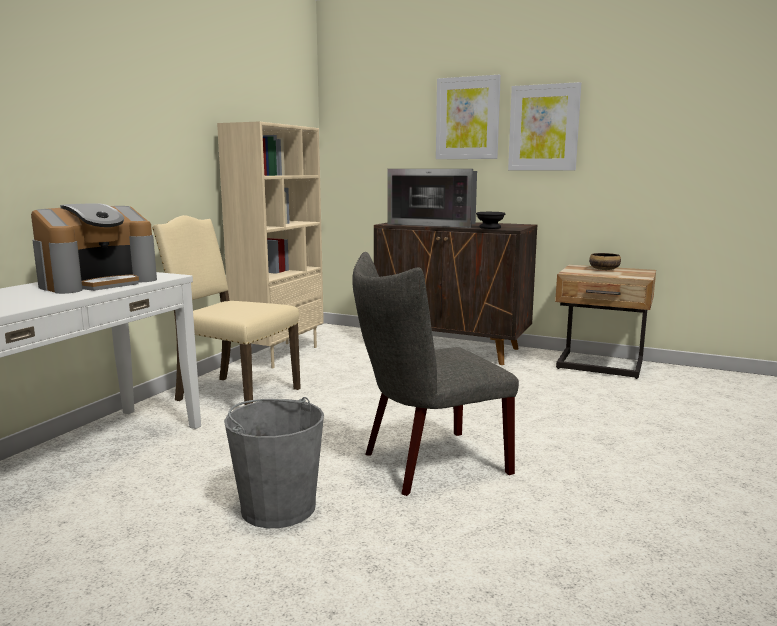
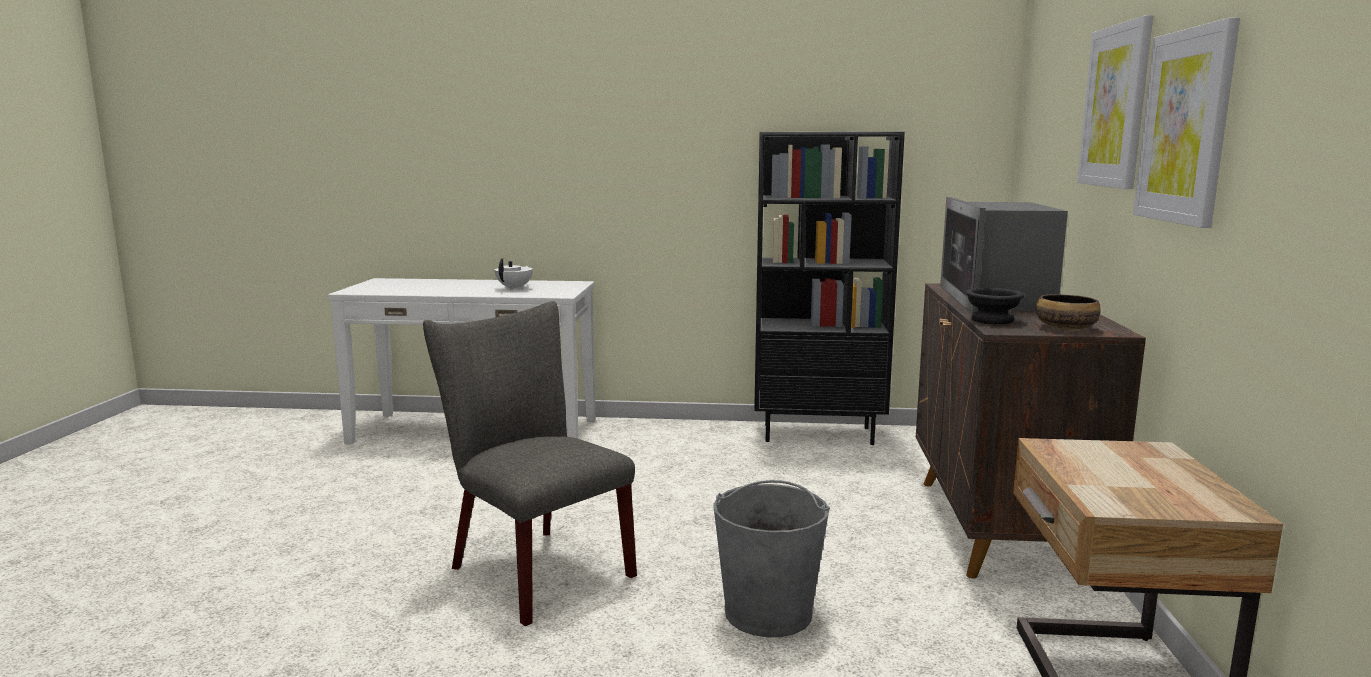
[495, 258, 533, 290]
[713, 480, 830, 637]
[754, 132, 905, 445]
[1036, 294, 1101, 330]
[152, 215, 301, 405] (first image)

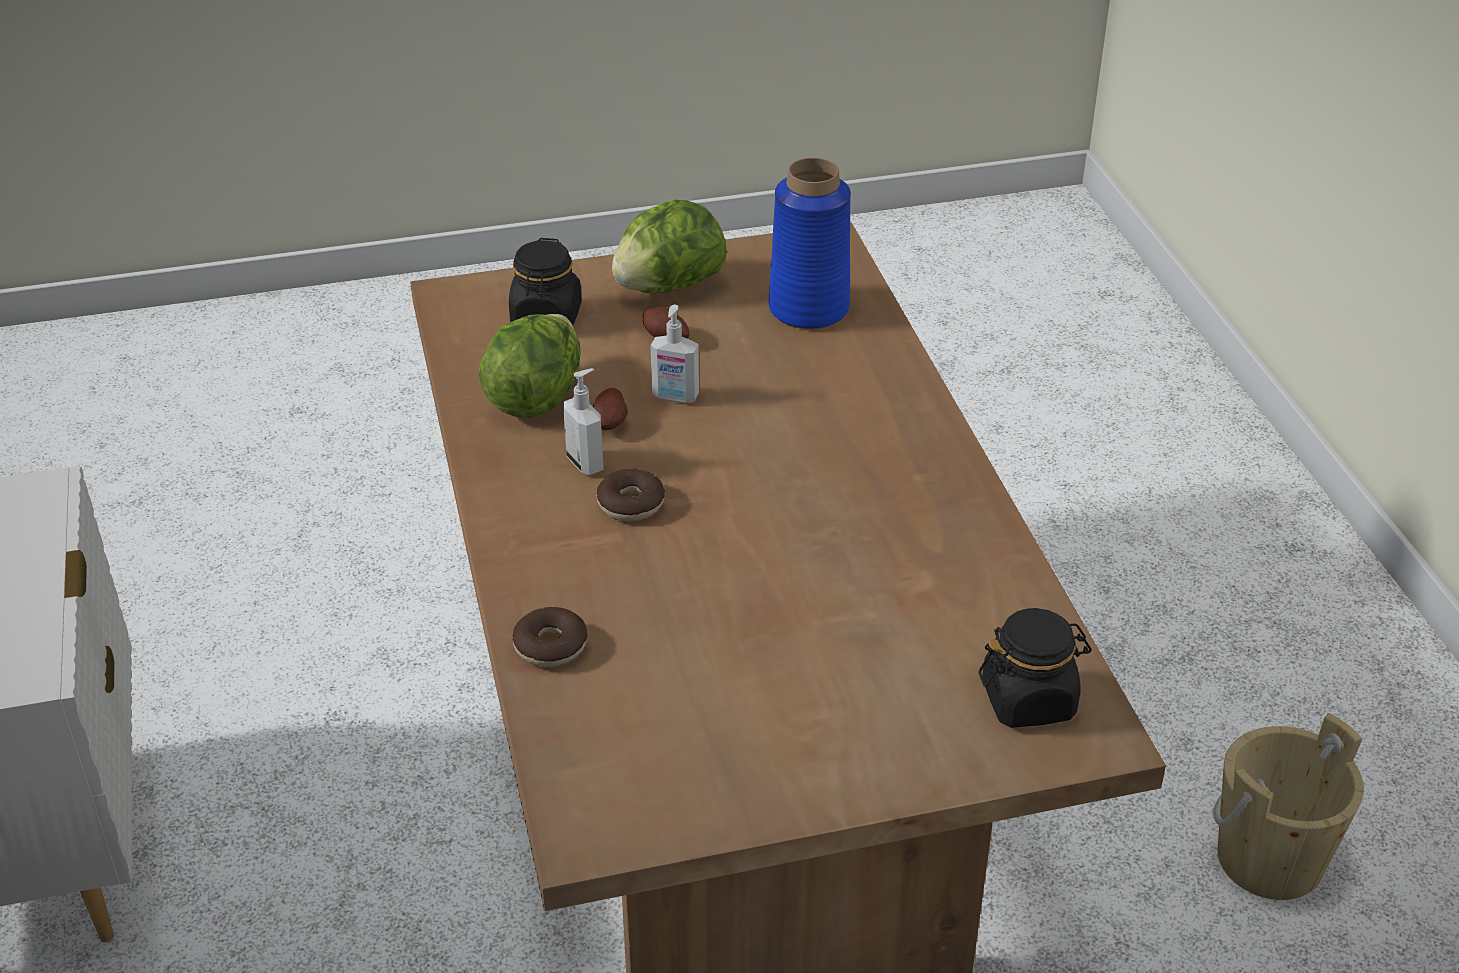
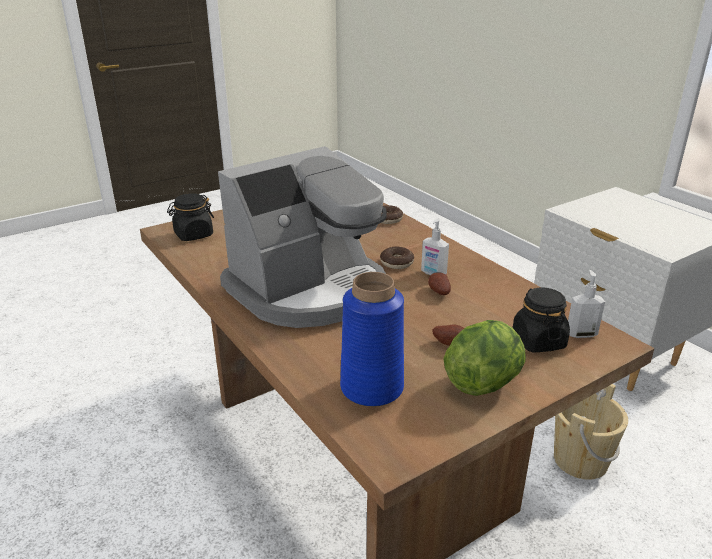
[218, 146, 387, 328]
[554, 384, 628, 480]
[568, 270, 605, 338]
[478, 314, 581, 418] (first image)

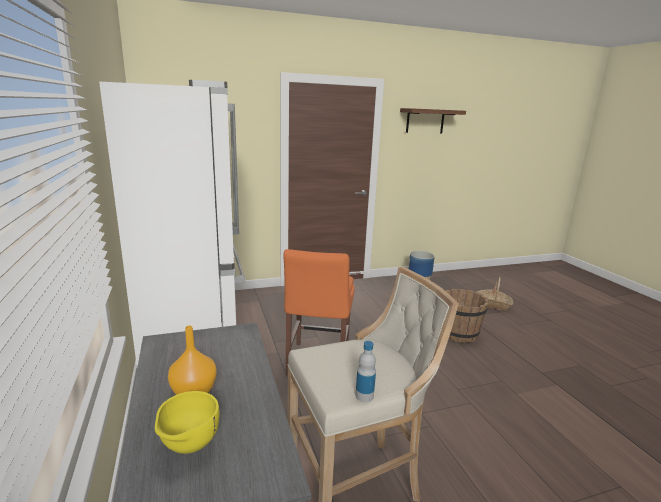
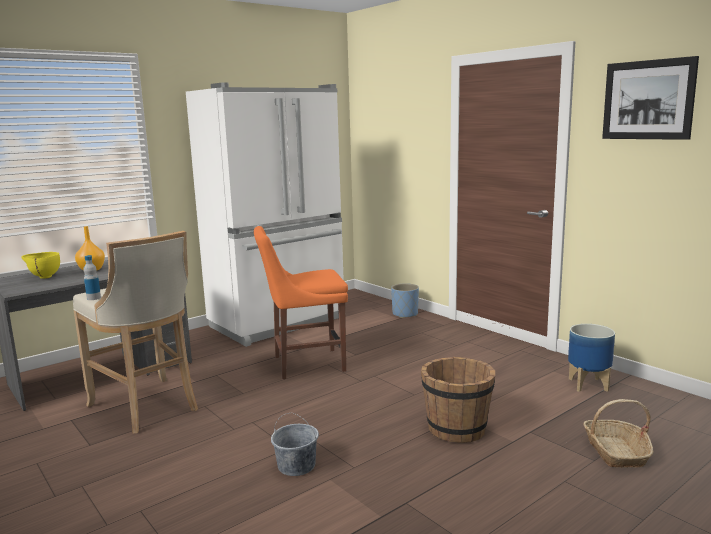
[271, 413, 319, 476]
[391, 283, 419, 318]
[602, 56, 699, 140]

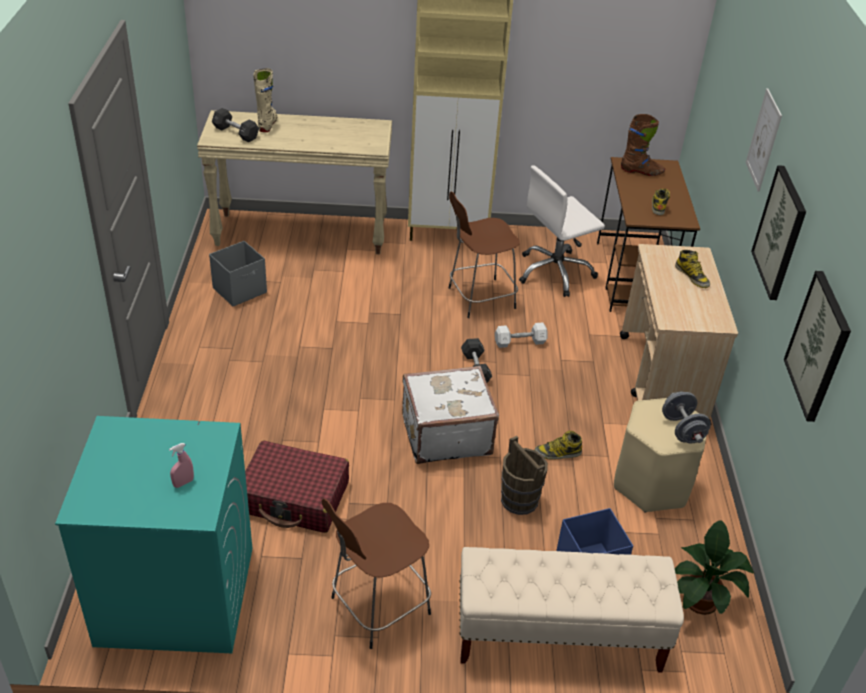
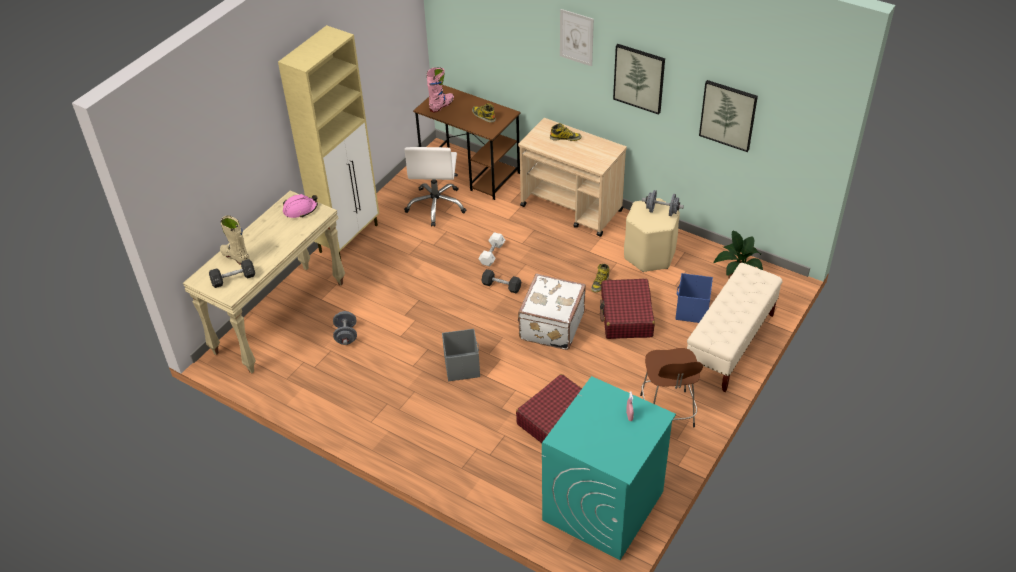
[283, 194, 318, 218]
[333, 311, 357, 345]
[427, 67, 454, 112]
[442, 329, 480, 381]
[600, 279, 655, 339]
[449, 192, 520, 318] (first image)

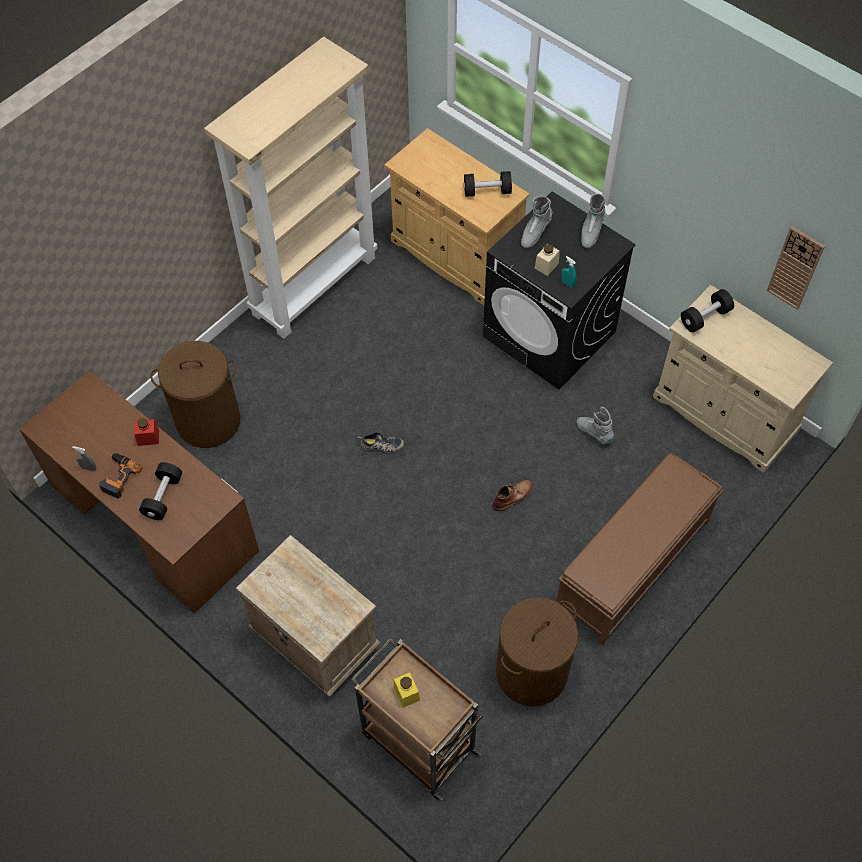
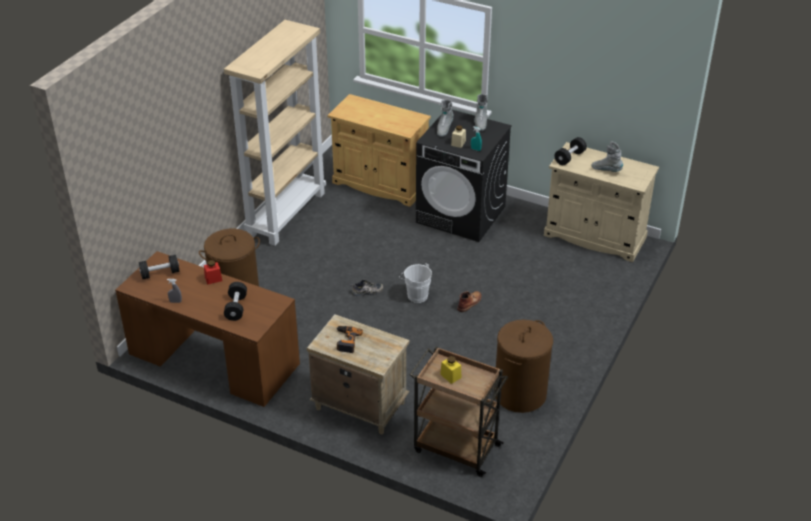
[139, 255, 179, 279]
[336, 326, 363, 353]
[399, 263, 432, 303]
[592, 141, 623, 172]
[556, 453, 723, 645] (first image)
[767, 226, 825, 310] (first image)

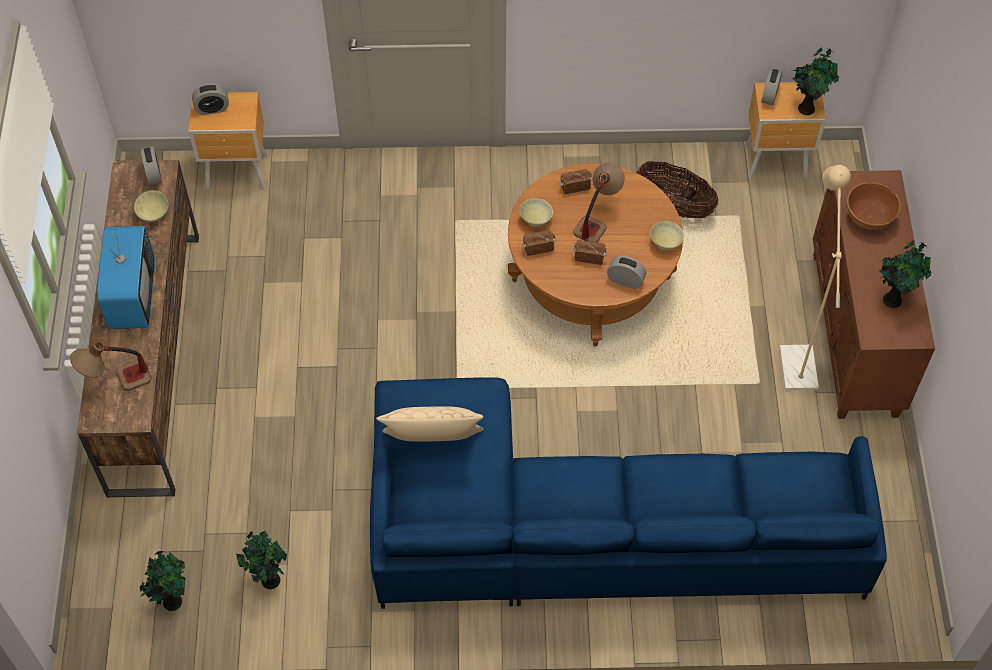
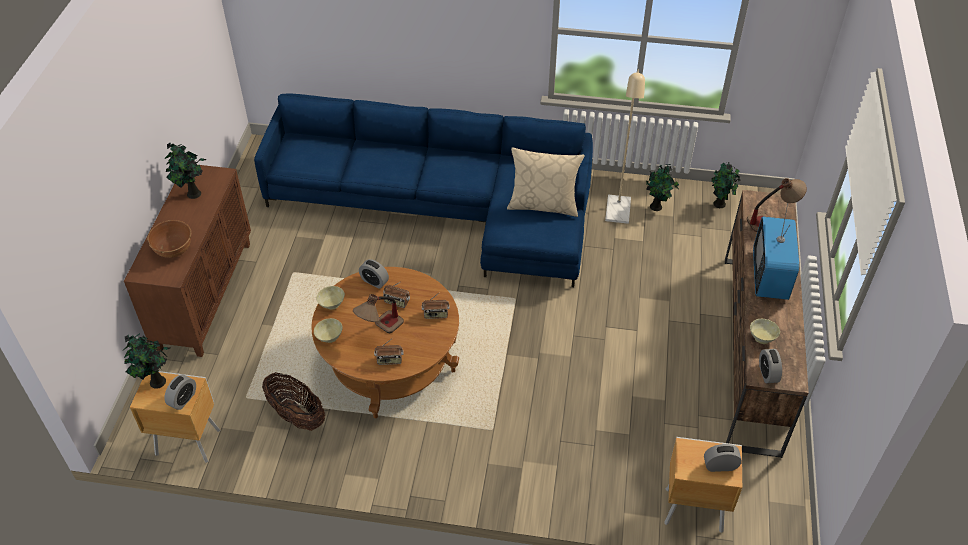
[314, 318, 343, 343]
[605, 70, 645, 224]

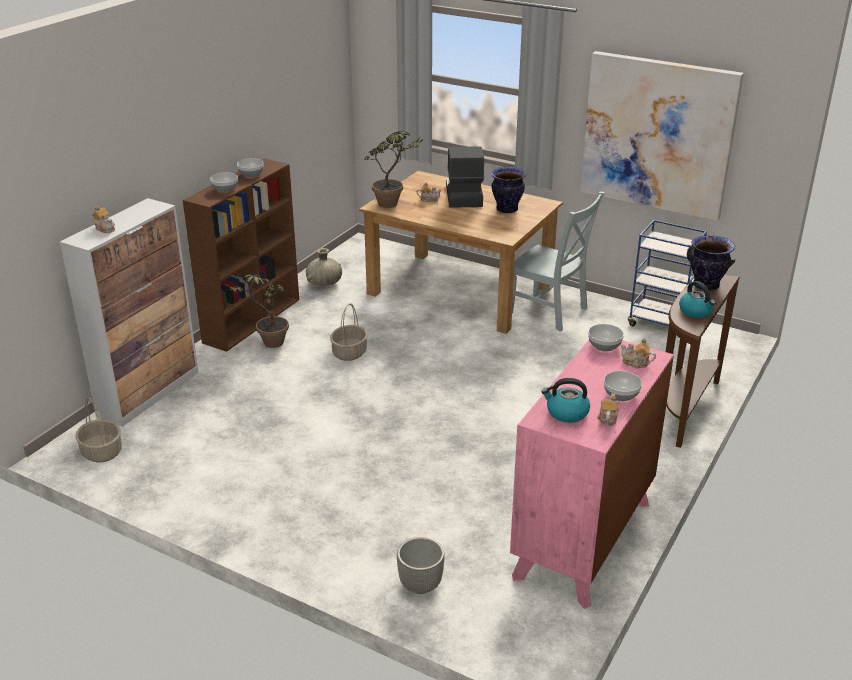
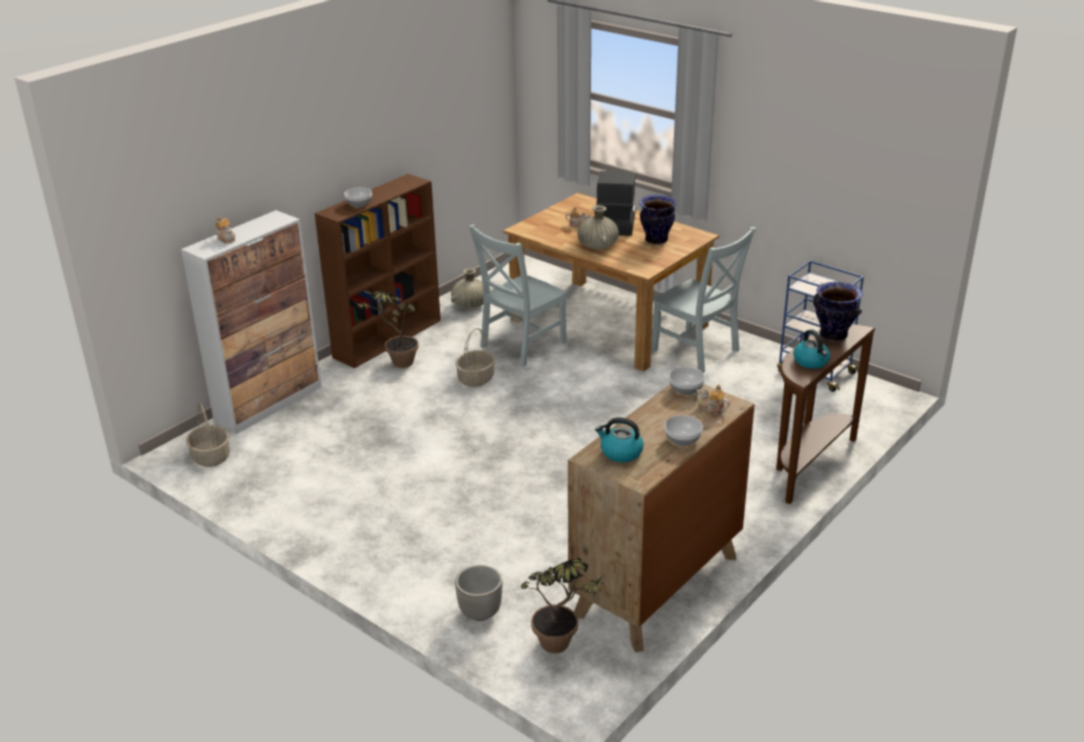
[469, 225, 567, 367]
[521, 558, 603, 653]
[568, 384, 754, 653]
[577, 205, 619, 250]
[237, 158, 264, 177] (first image)
[580, 51, 744, 221] (first image)
[597, 393, 619, 426] (first image)

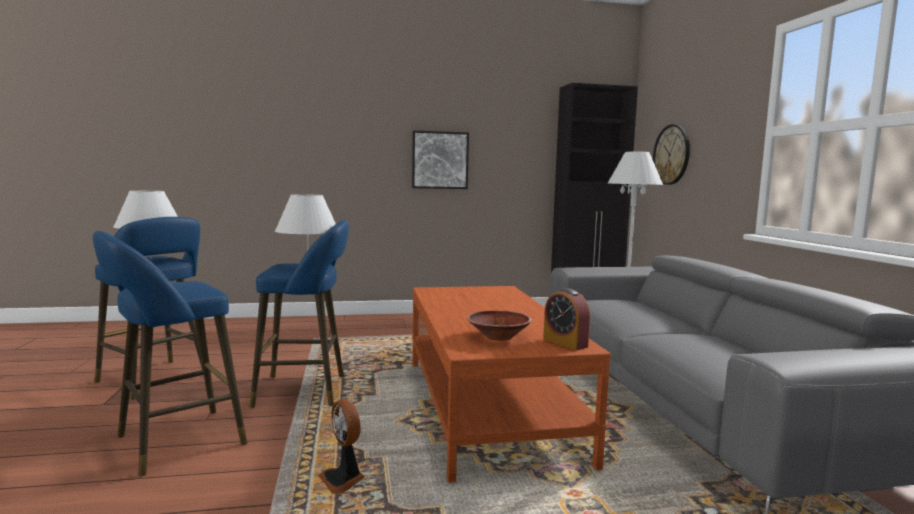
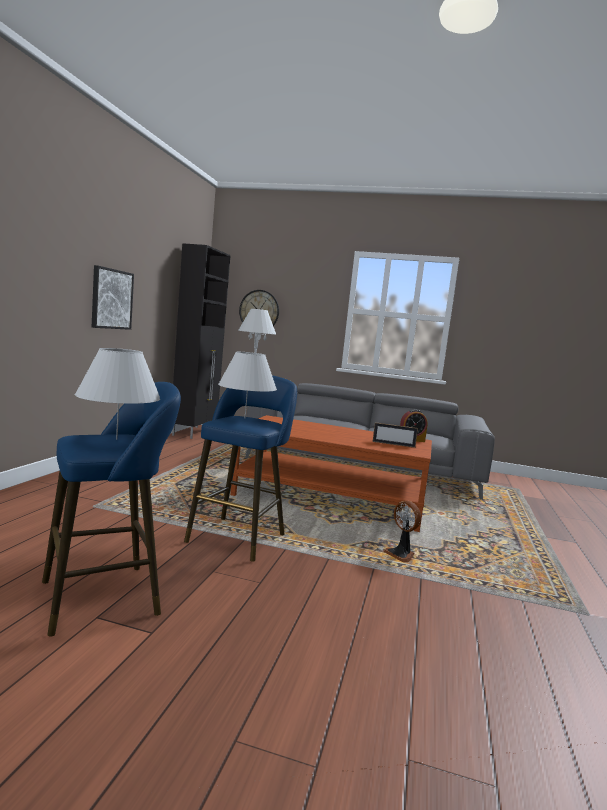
[373, 422, 418, 448]
[383, 501, 421, 562]
[93, 231, 247, 476] (first image)

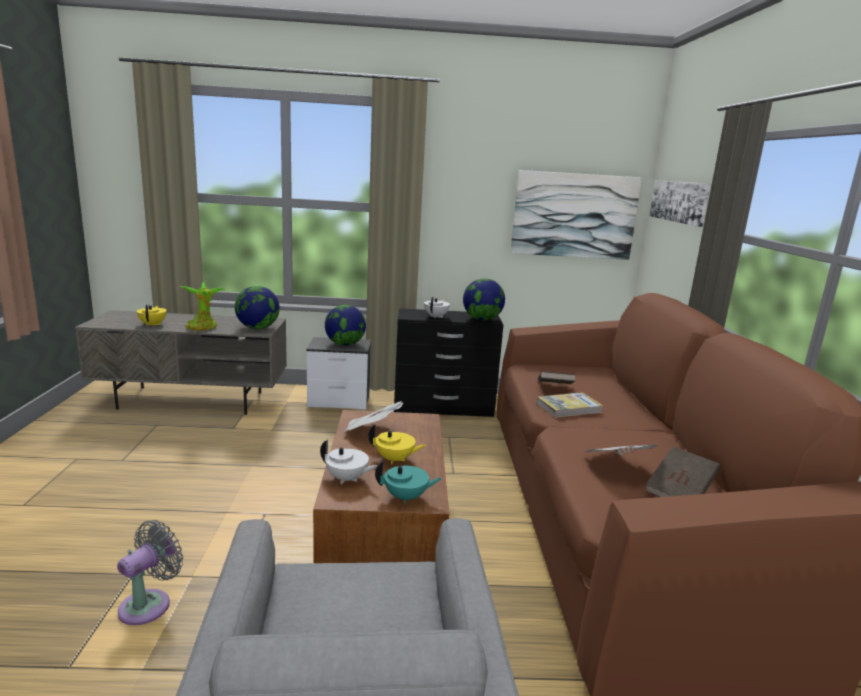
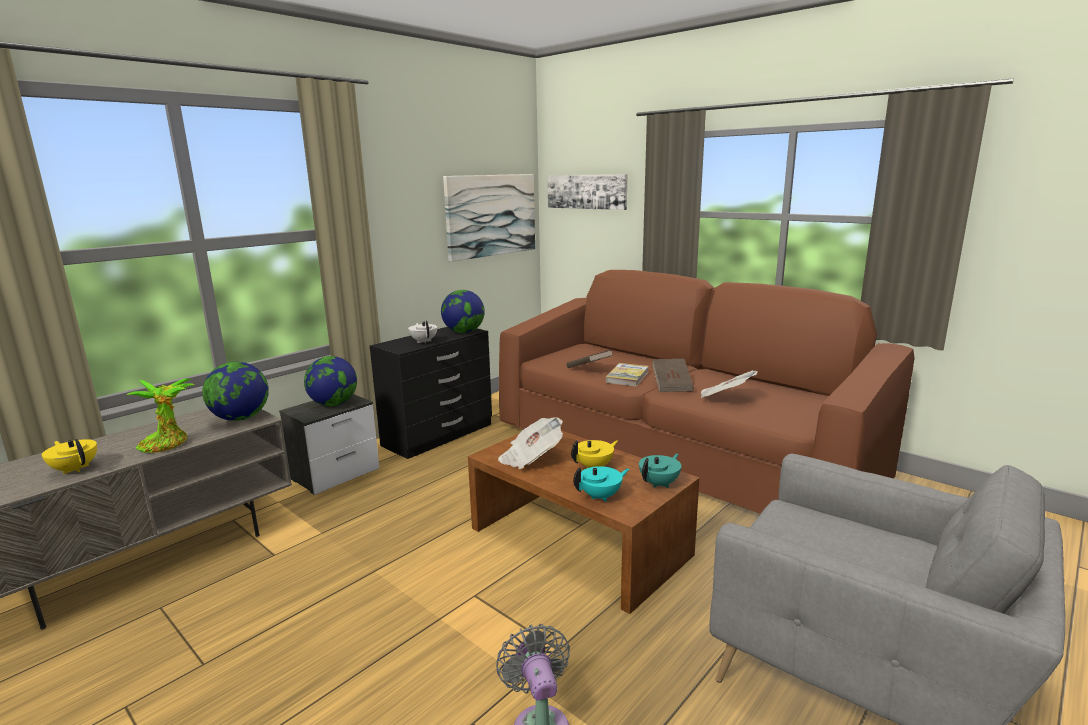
[573, 466, 629, 502]
[652, 359, 694, 392]

